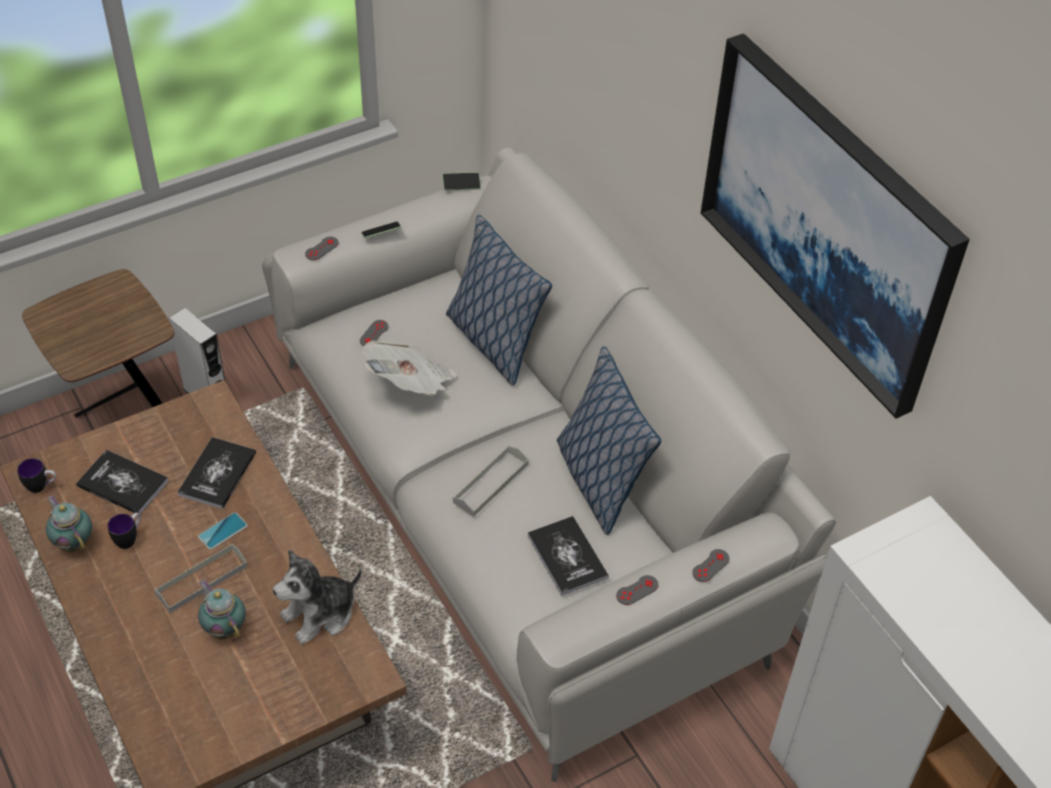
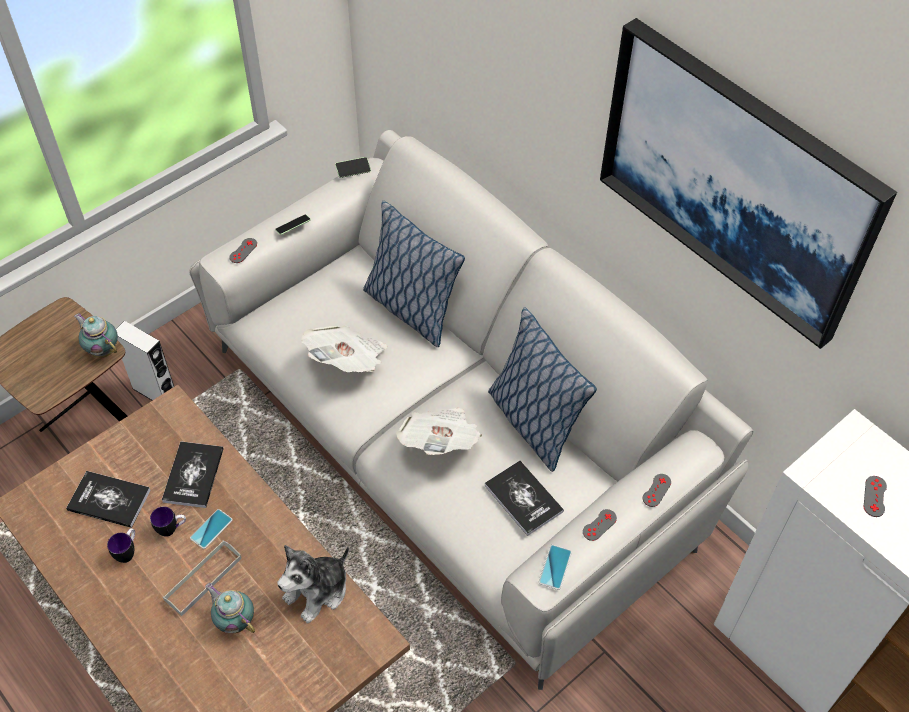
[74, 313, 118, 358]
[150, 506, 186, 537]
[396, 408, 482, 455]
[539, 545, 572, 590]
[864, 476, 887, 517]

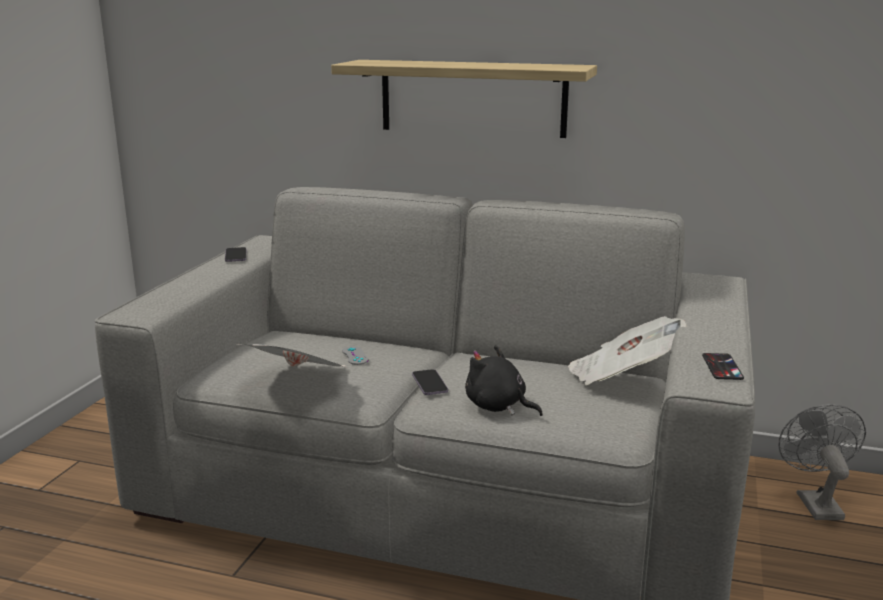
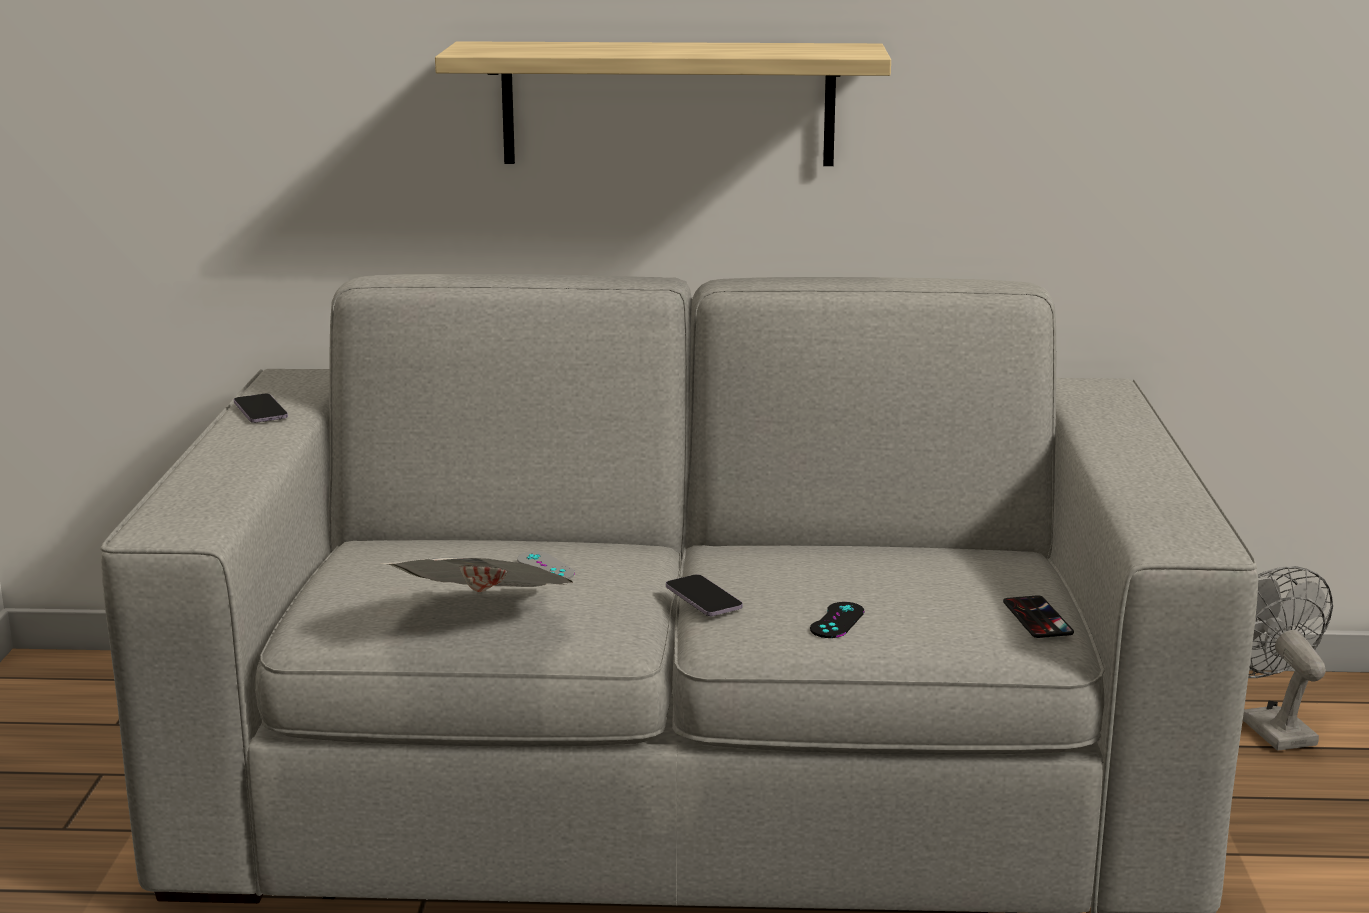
[810, 602, 864, 638]
[1003, 595, 1074, 638]
[568, 316, 687, 385] (first image)

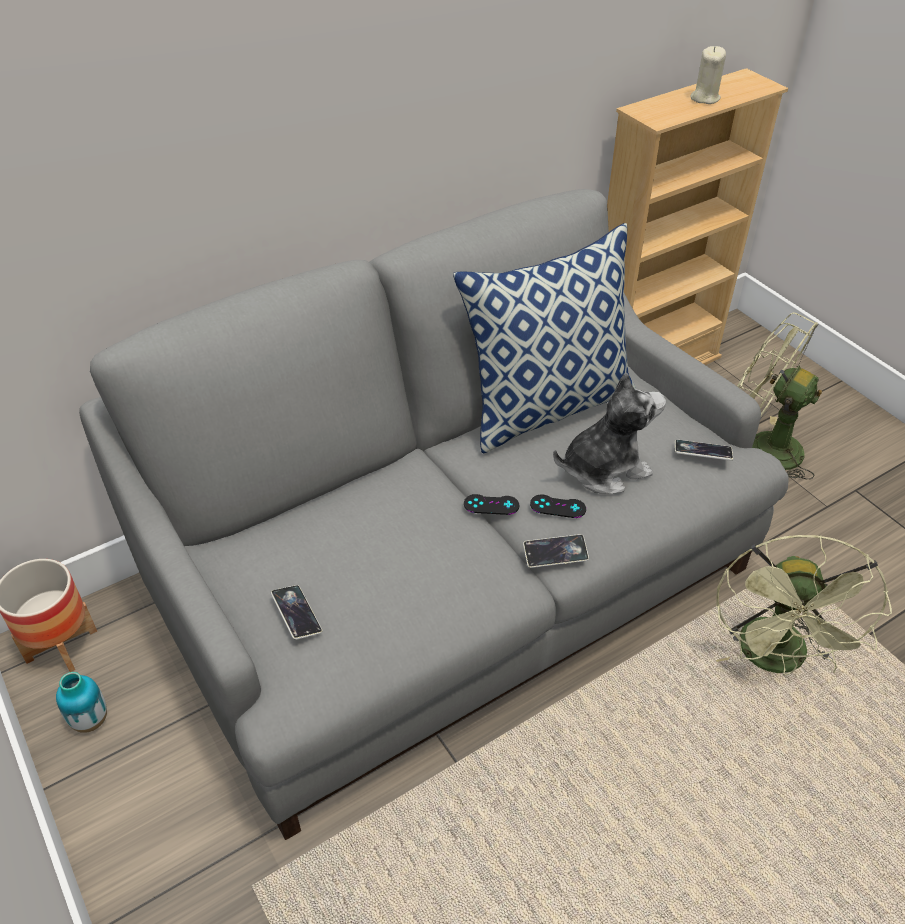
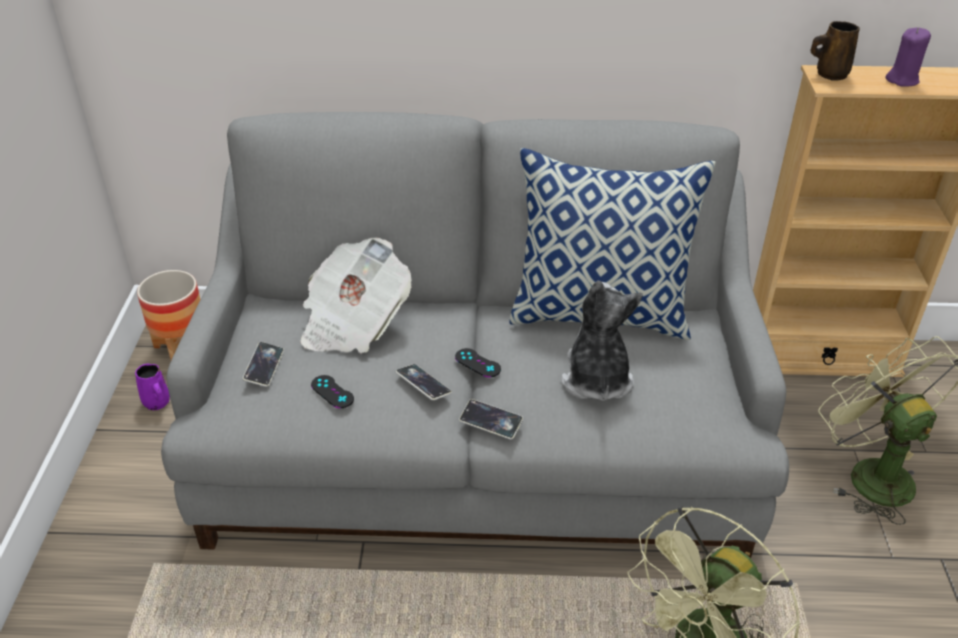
[135, 364, 170, 410]
[301, 237, 411, 353]
[311, 375, 354, 408]
[396, 364, 452, 400]
[561, 281, 643, 401]
[811, 21, 860, 81]
[886, 27, 931, 87]

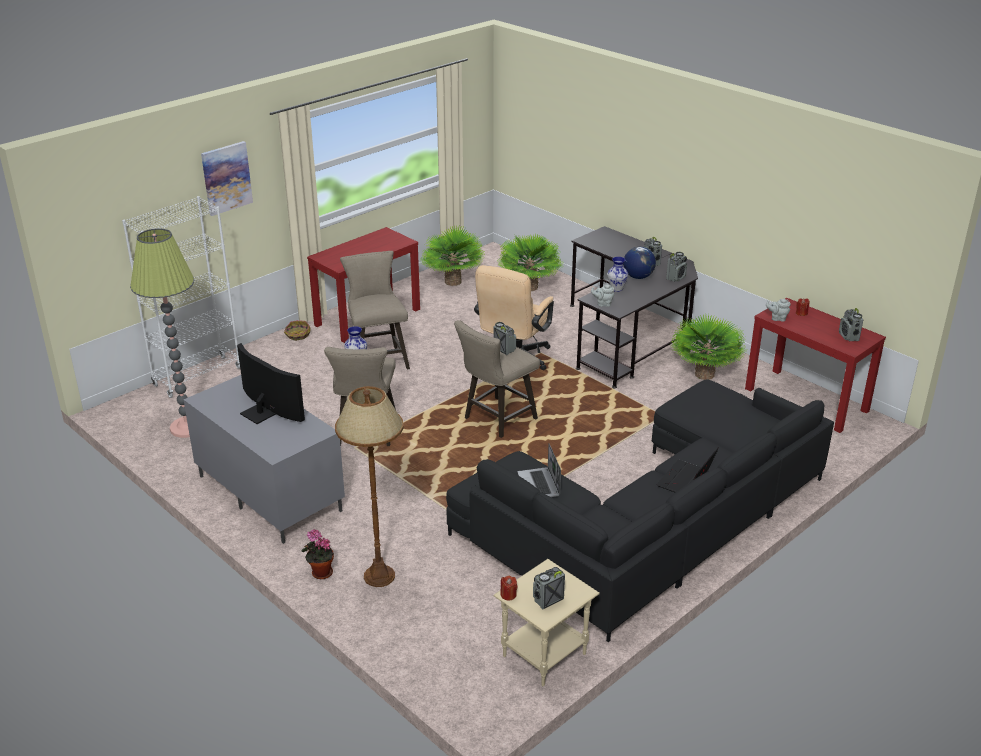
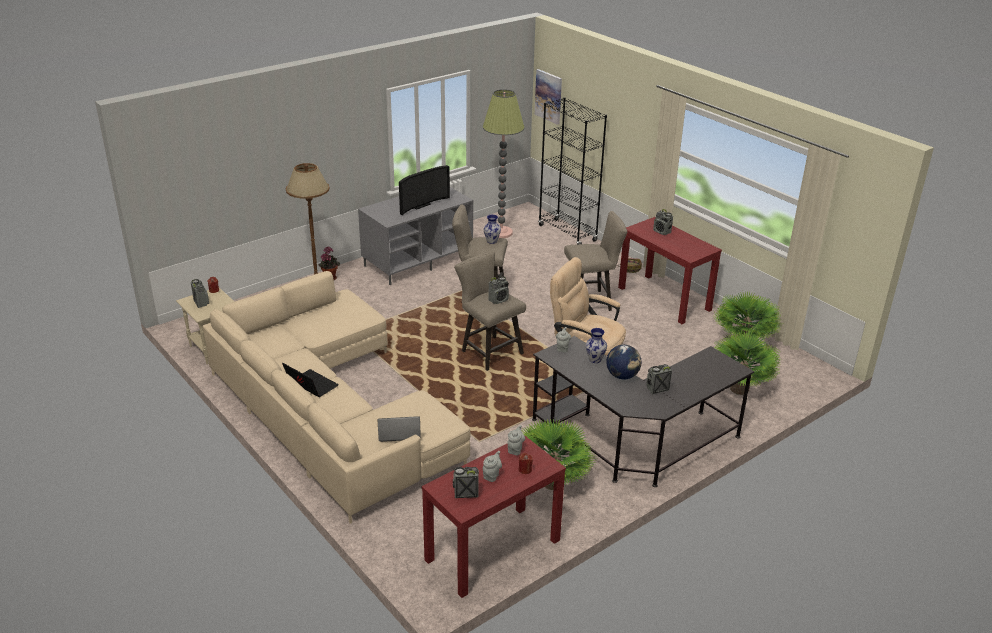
[203, 271, 471, 524]
[377, 416, 421, 442]
[483, 451, 502, 482]
[535, 69, 562, 125]
[538, 97, 607, 244]
[653, 209, 673, 235]

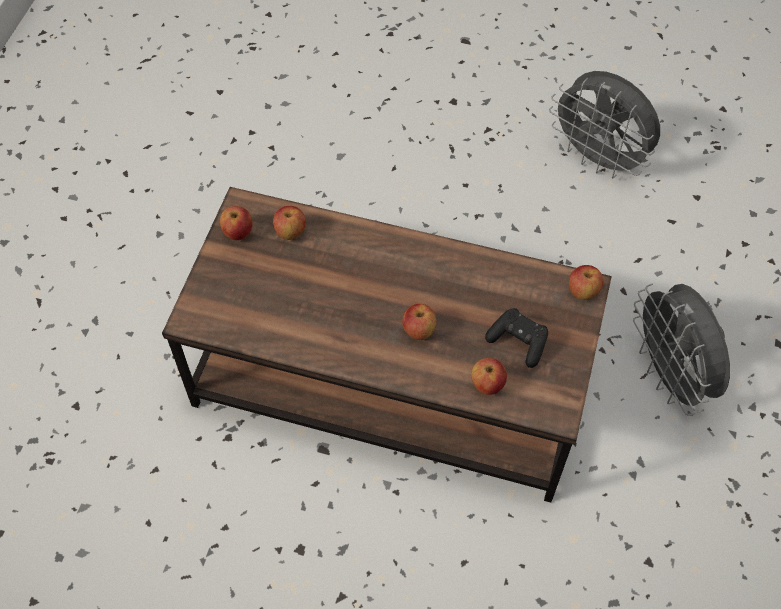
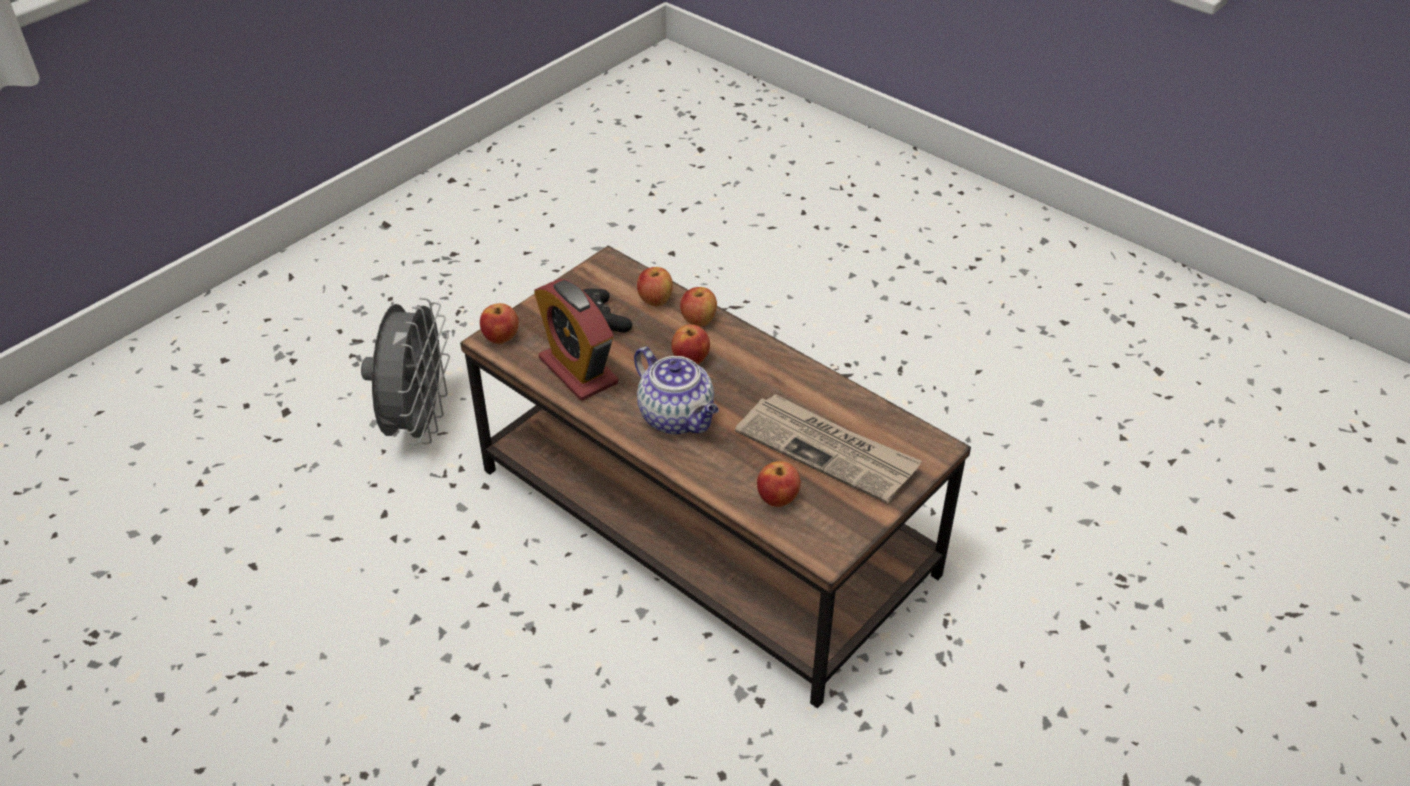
[534, 279, 618, 401]
[634, 347, 719, 434]
[680, 287, 717, 327]
[735, 394, 922, 504]
[549, 71, 660, 179] (first image)

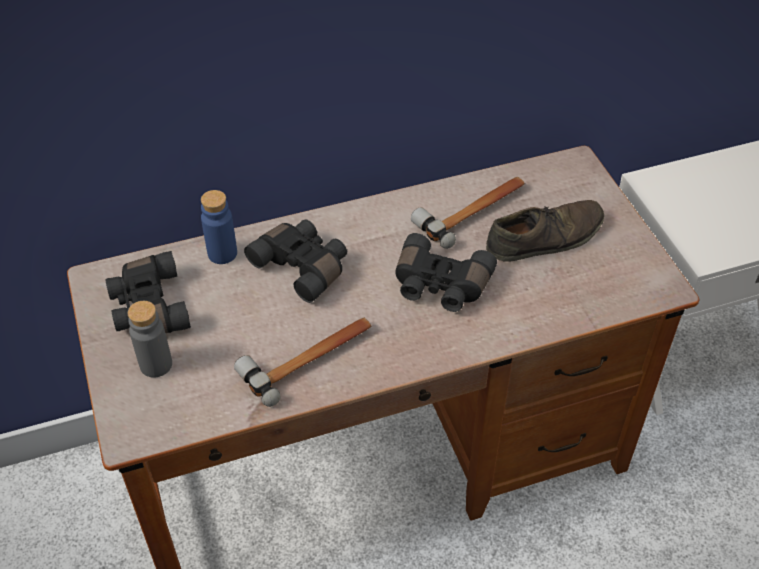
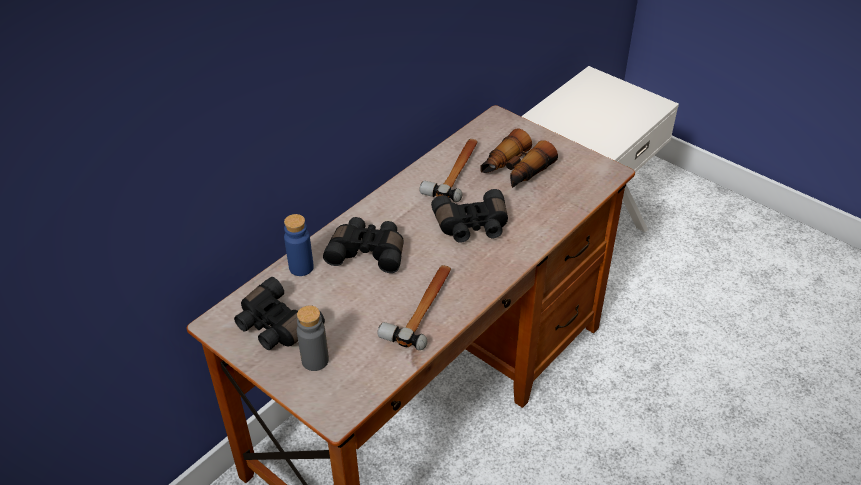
[480, 129, 558, 188]

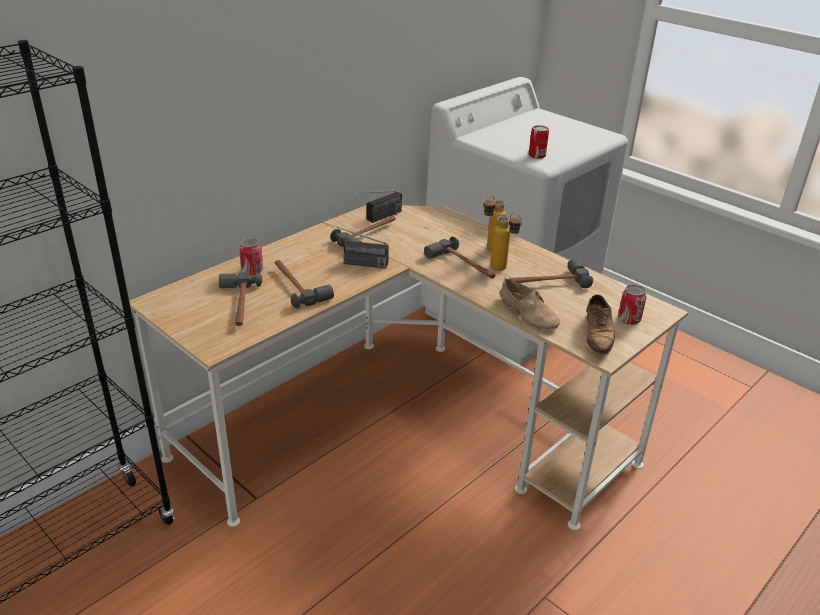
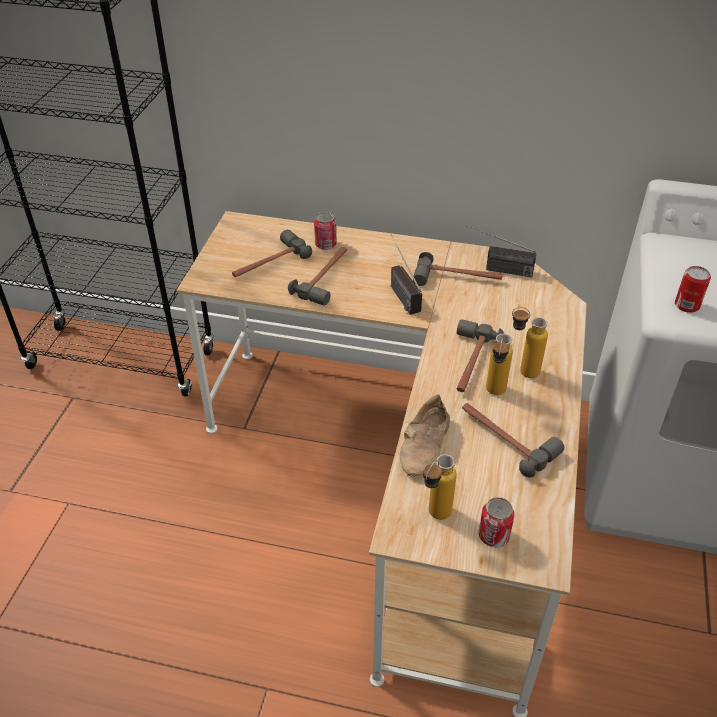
[423, 454, 457, 520]

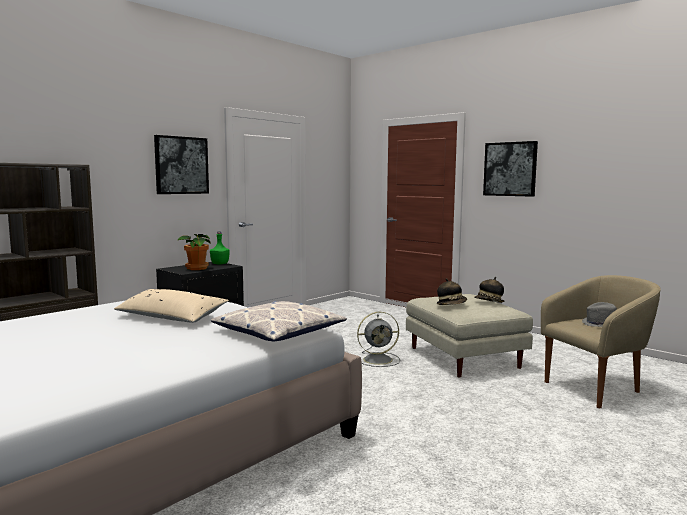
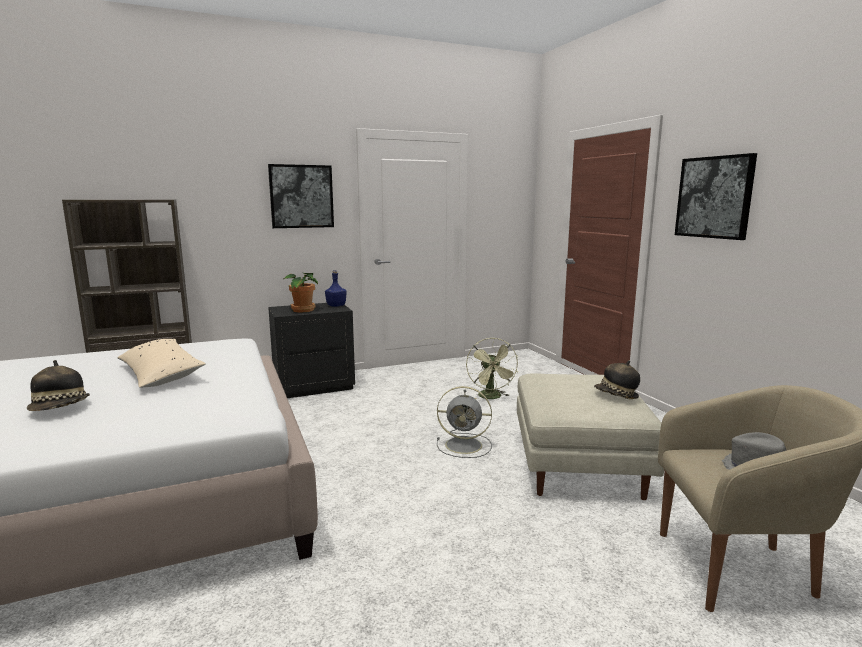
[27, 360, 90, 411]
[325, 270, 346, 307]
[466, 338, 518, 399]
[210, 301, 347, 341] (first image)

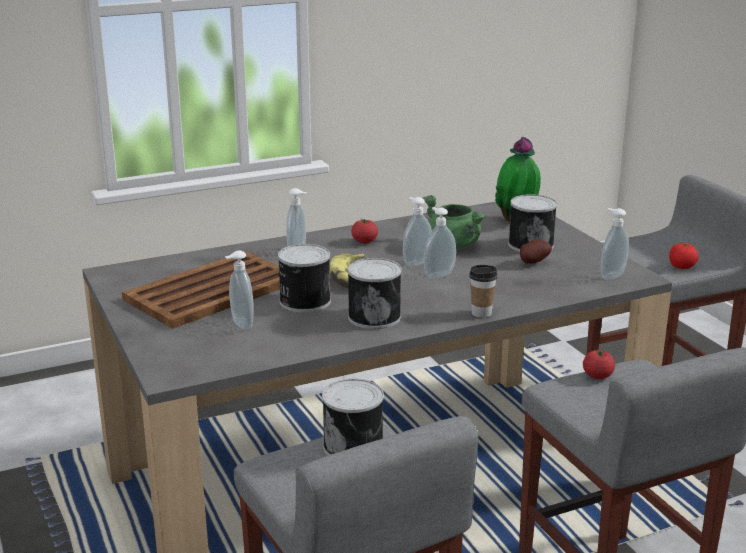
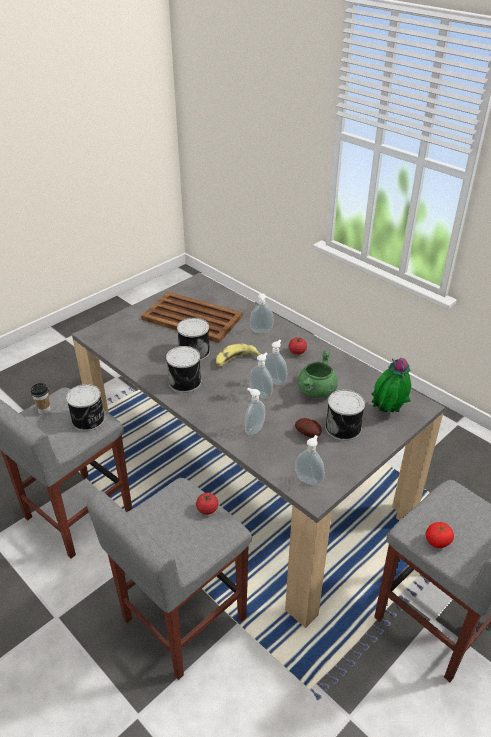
[31, 383, 51, 414]
[245, 388, 265, 436]

